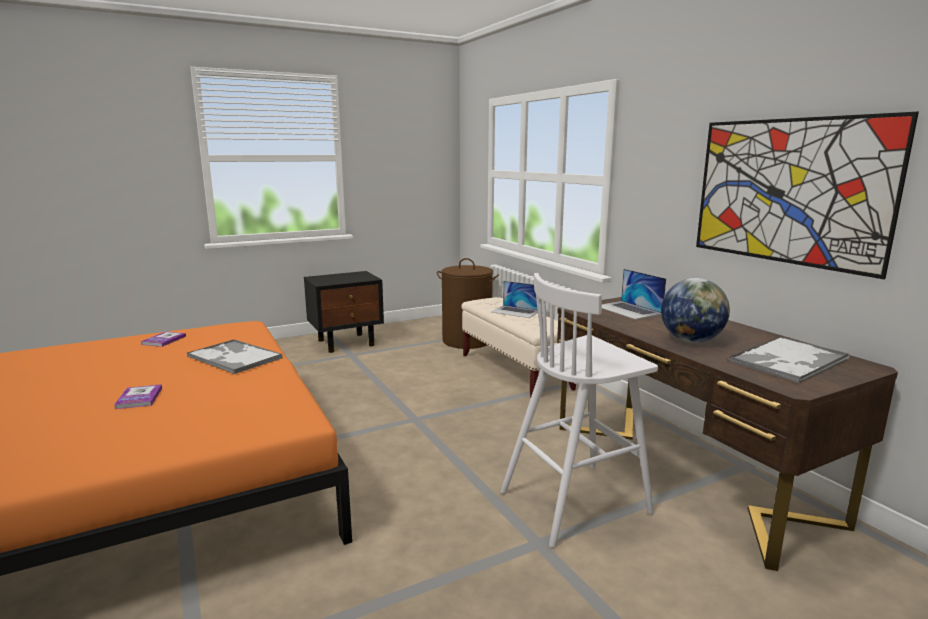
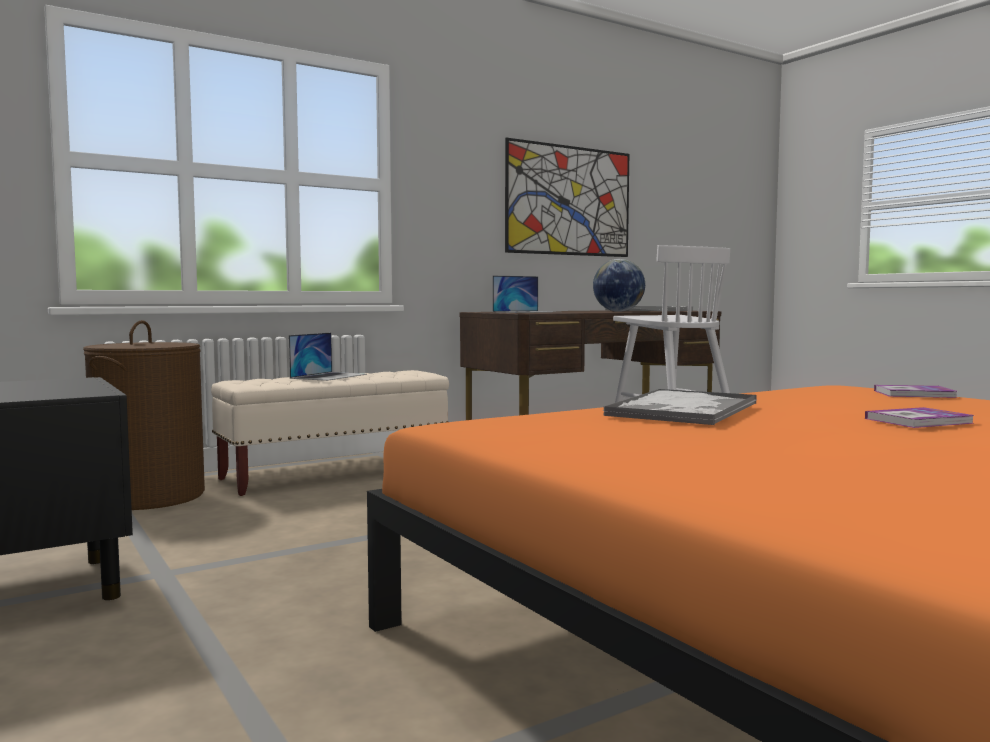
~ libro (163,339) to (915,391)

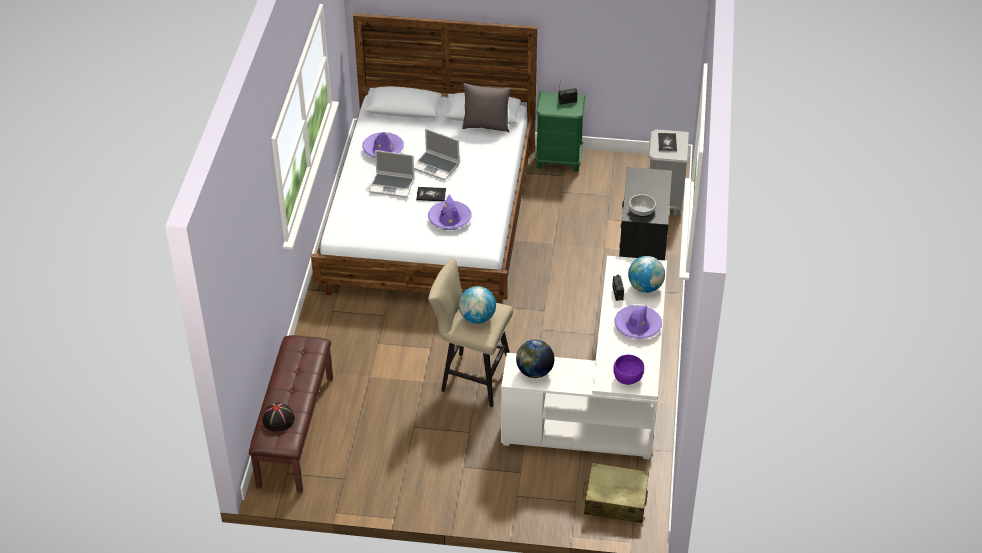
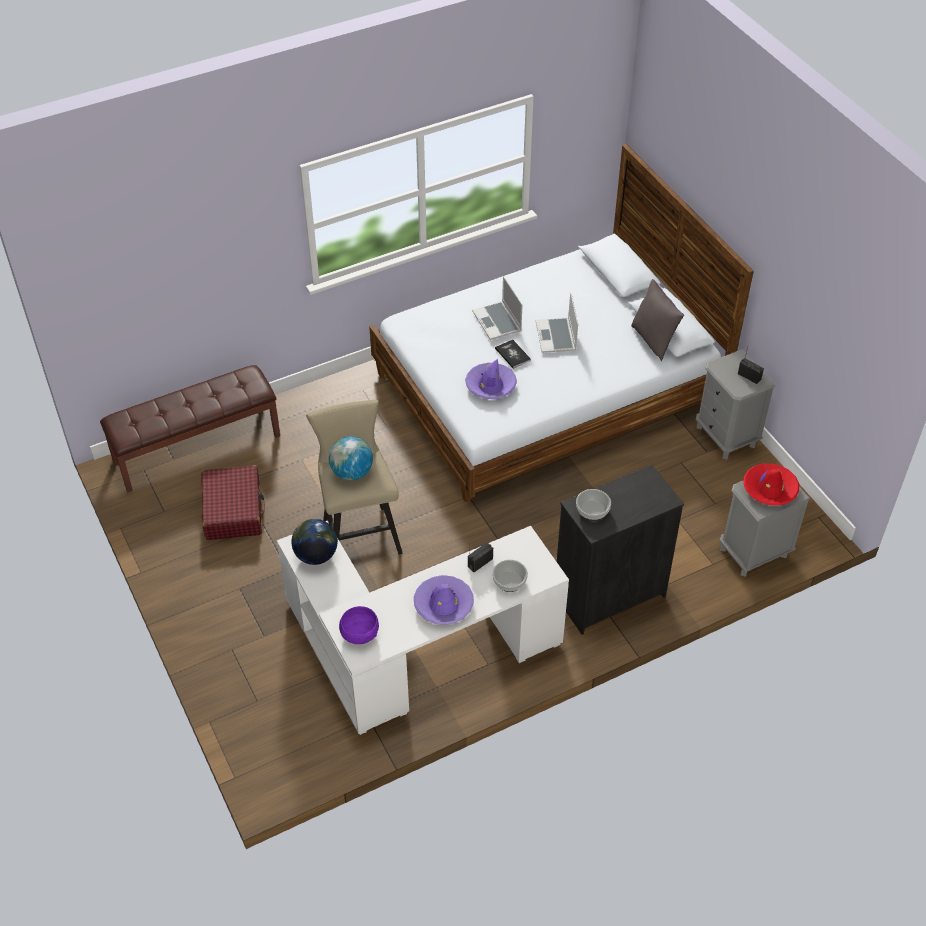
- sombrero (negro) (278,417)
- sombrero (morado) (383,145)
- maleta (beis) (616,493)
+ maleta (rojo) (233,502)
~ globo terráqueo (646,274) to cuenco (510,576)
~ libro (667,142) to sombrero (rojo) (771,484)
~ mesita de noche (verde) (560,132) to mesita de noche (gris) (735,404)

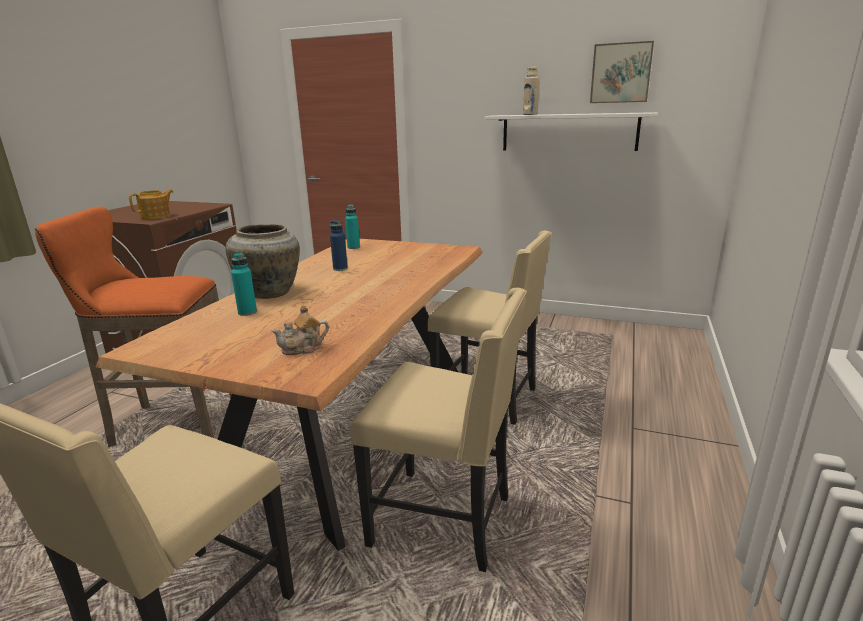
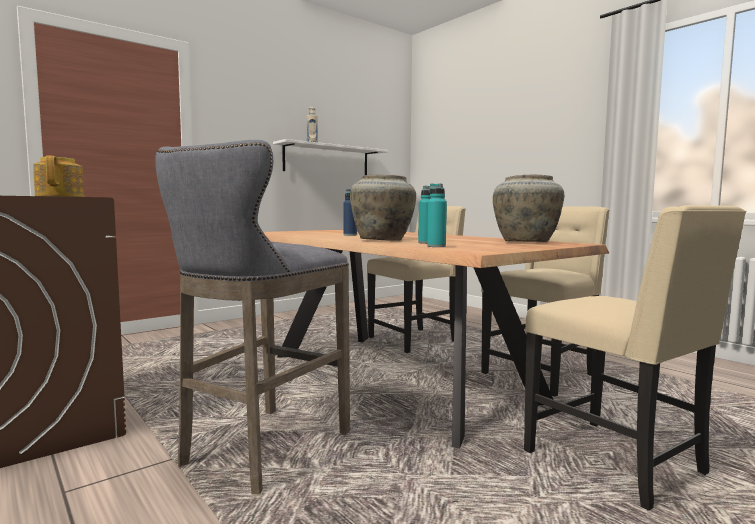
- cuadro (622,72)
~ botella (turquesa) (352,226) to (437,215)
~ tetera (300,330) to florero (beis) (528,208)
~ taburete (naranja) (133,327) to taburete (gris) (252,317)

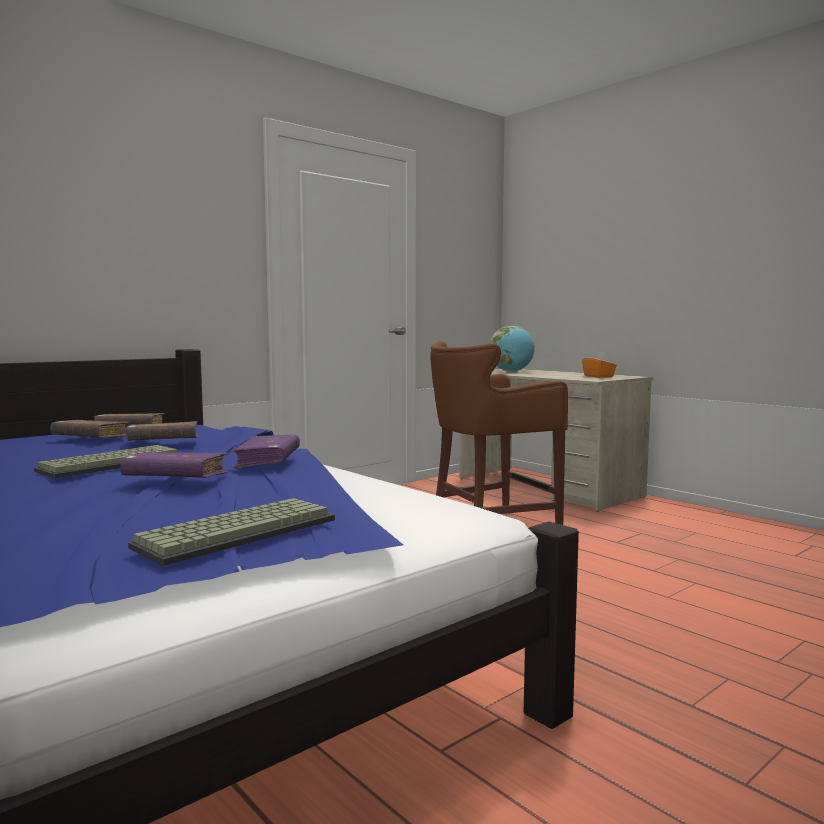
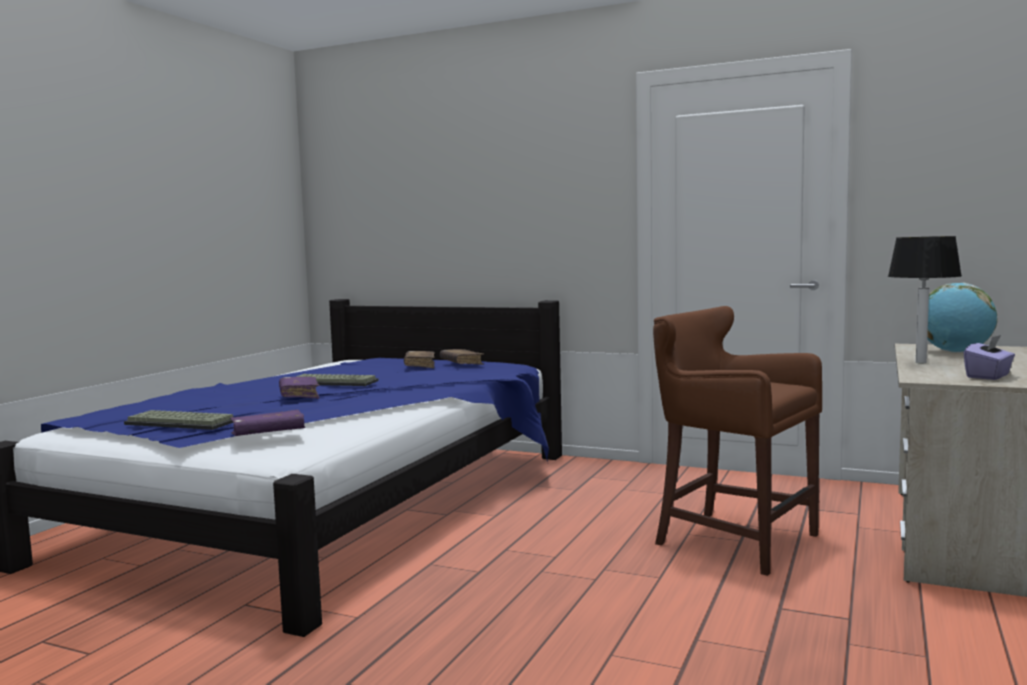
- libro (marrón) (162,431)
+ lámpara de mesa (925,299)
~ libro (morado) (266,452) to (267,423)
~ caja de pañuelos (naranja) (599,364) to caja de pañuelos (morado) (989,357)

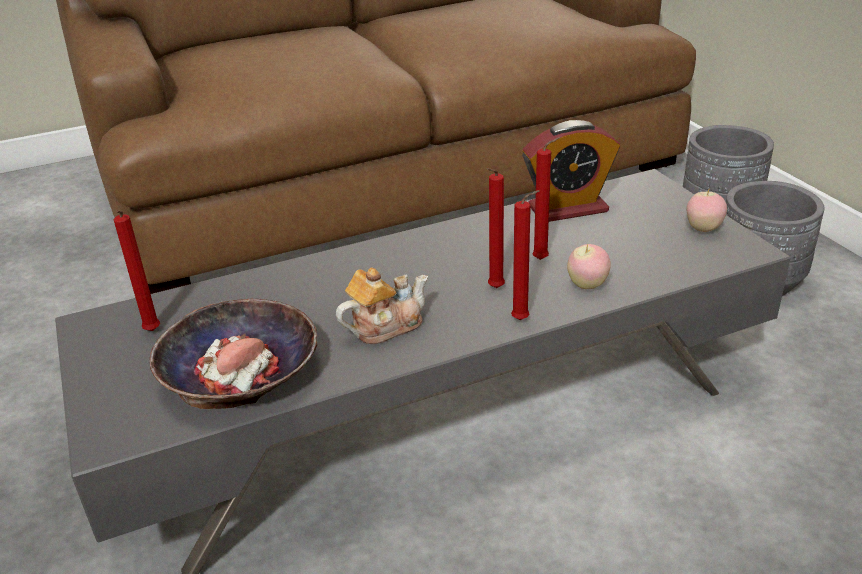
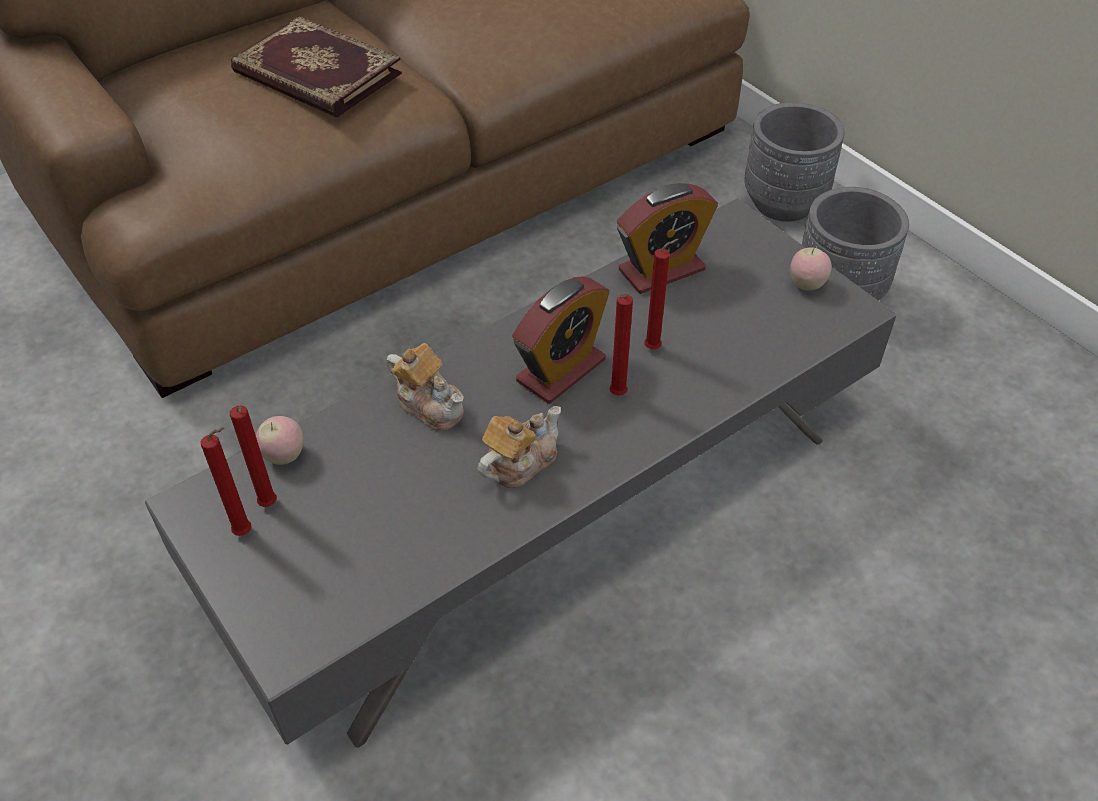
- cuenco (233,354)
+ libro (316,66)
+ tetera (425,386)
+ despertador (560,340)
~ vela (rojo) (525,255) to (226,482)
~ manzana (589,266) to (279,440)

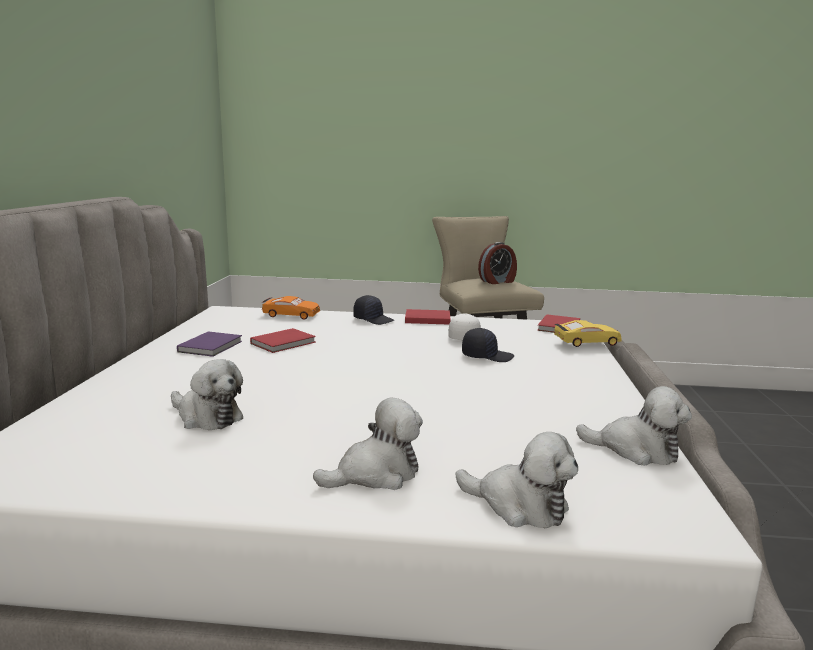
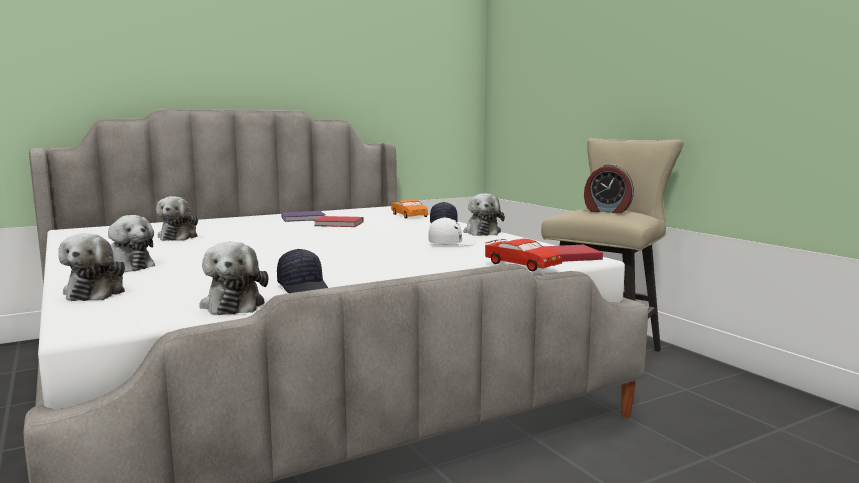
~ gorra (negro) (488,345) to (302,271)
~ libro (rojo) (428,317) to peluche (484,214)
~ coche de juguete (amarillo) (588,333) to coche de juguete (rojo) (523,255)

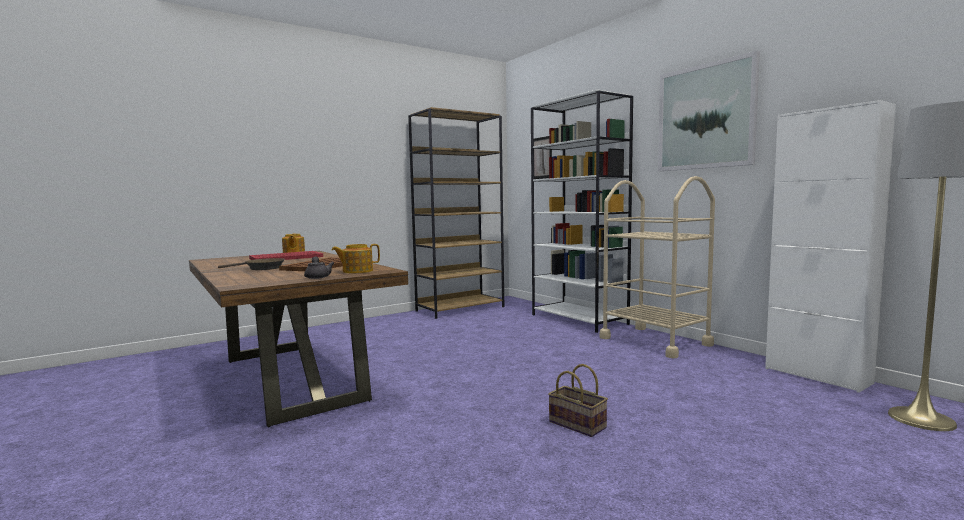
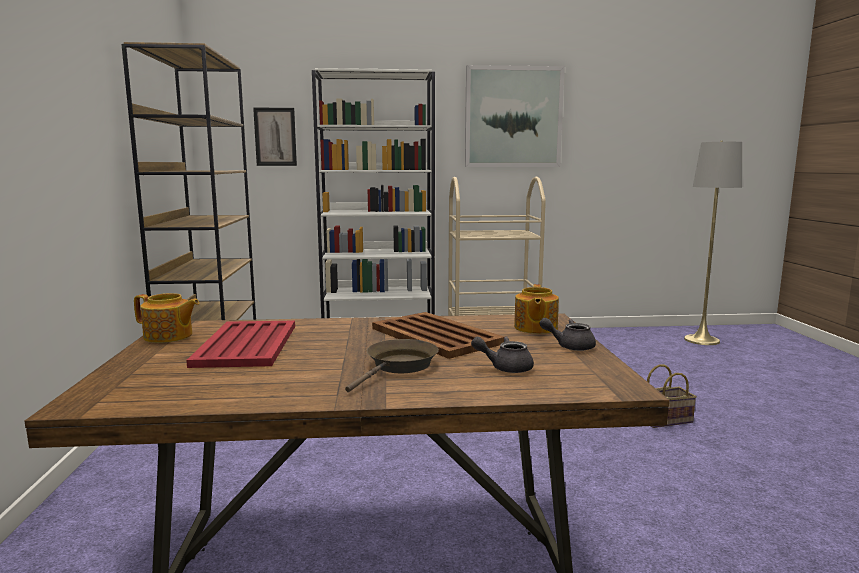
- armario (blanco) (830,246)
+ tetera (gris) (502,355)

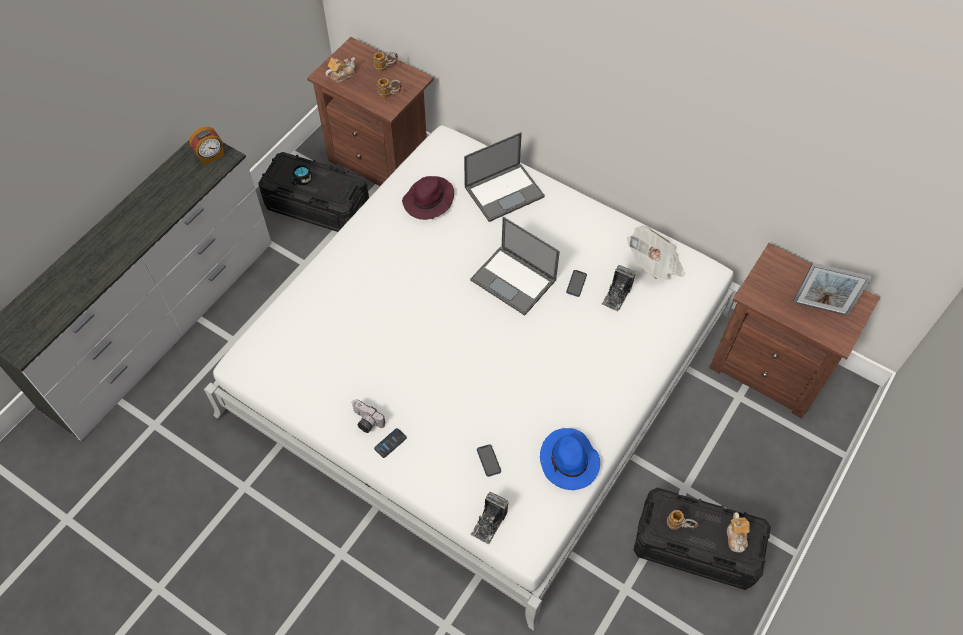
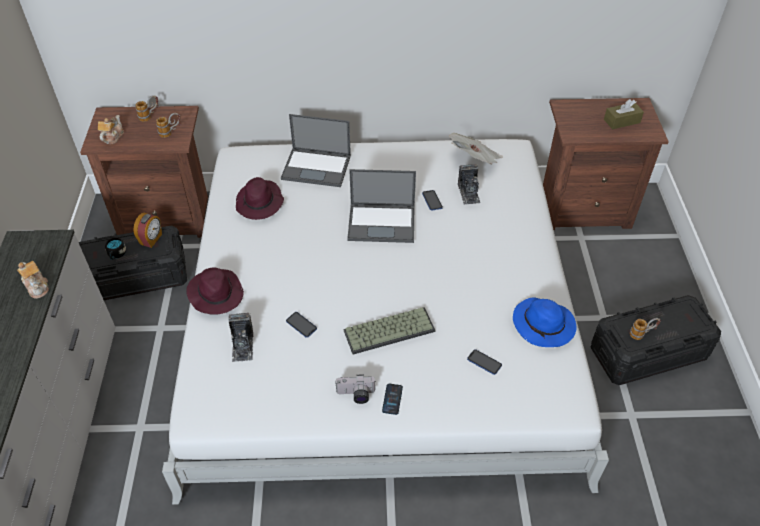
+ sombrero (morado) (215,291)
+ móvil (301,325)
+ teclado (390,330)
~ despertador (206,146) to (147,230)
~ cámara (489,518) to (241,337)
~ tetera (738,532) to (33,280)
~ portarretratos (832,289) to caja de pañuelos (marrón) (624,114)
~ portátil (504,177) = (316,150) 75 degrees clockwise

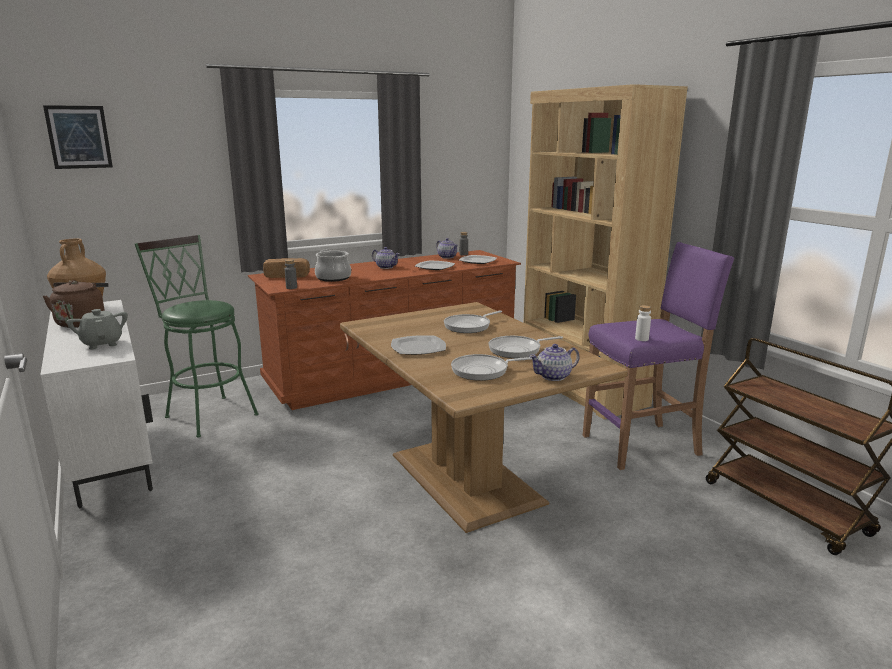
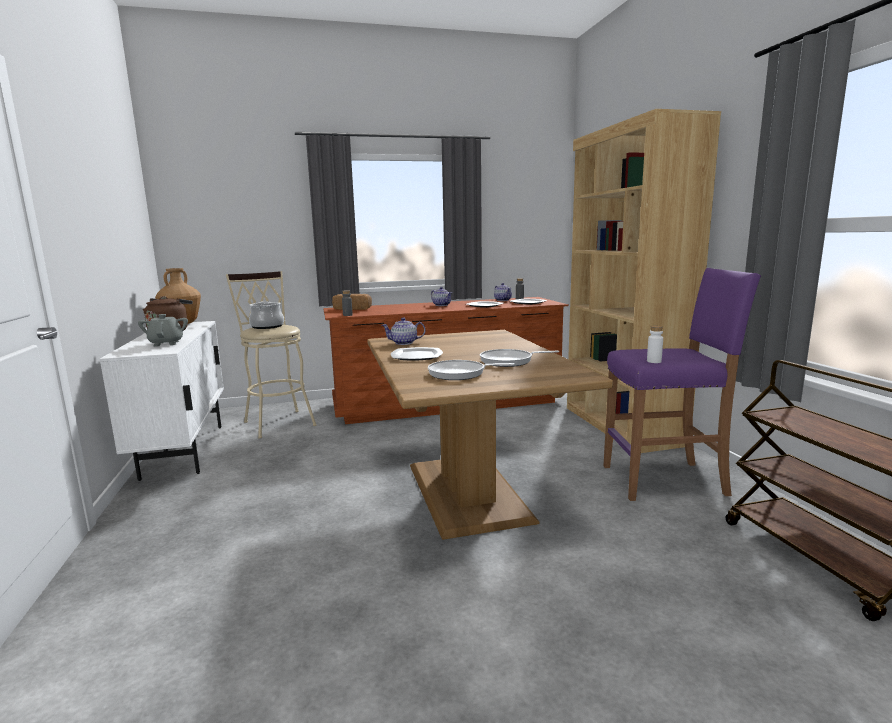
- cuadro (78,137)
- sartén (473,322)
~ olla (333,266) to (266,315)
~ tetera (554,362) to (404,331)
~ taburete (verde) (197,336) to taburete (beis) (271,354)

